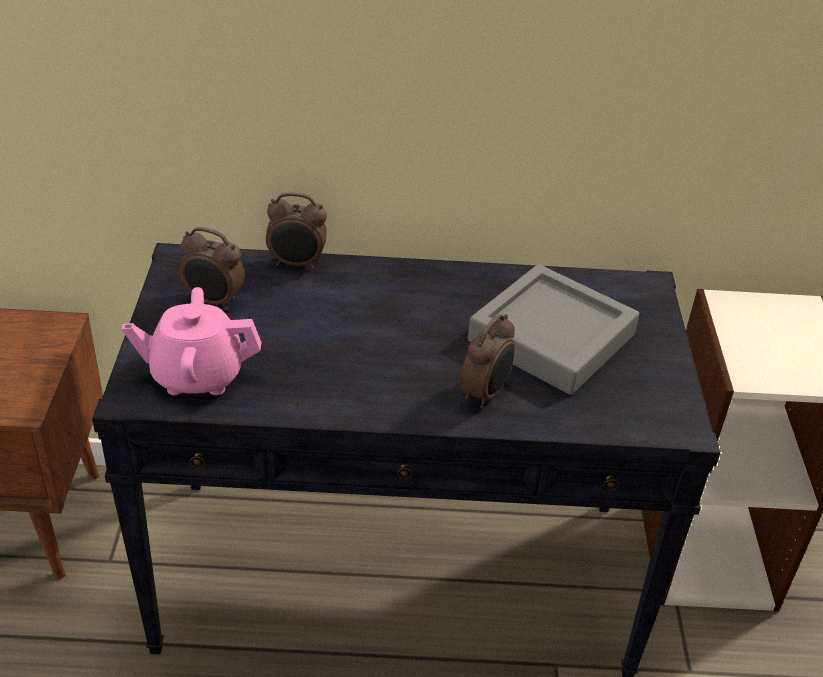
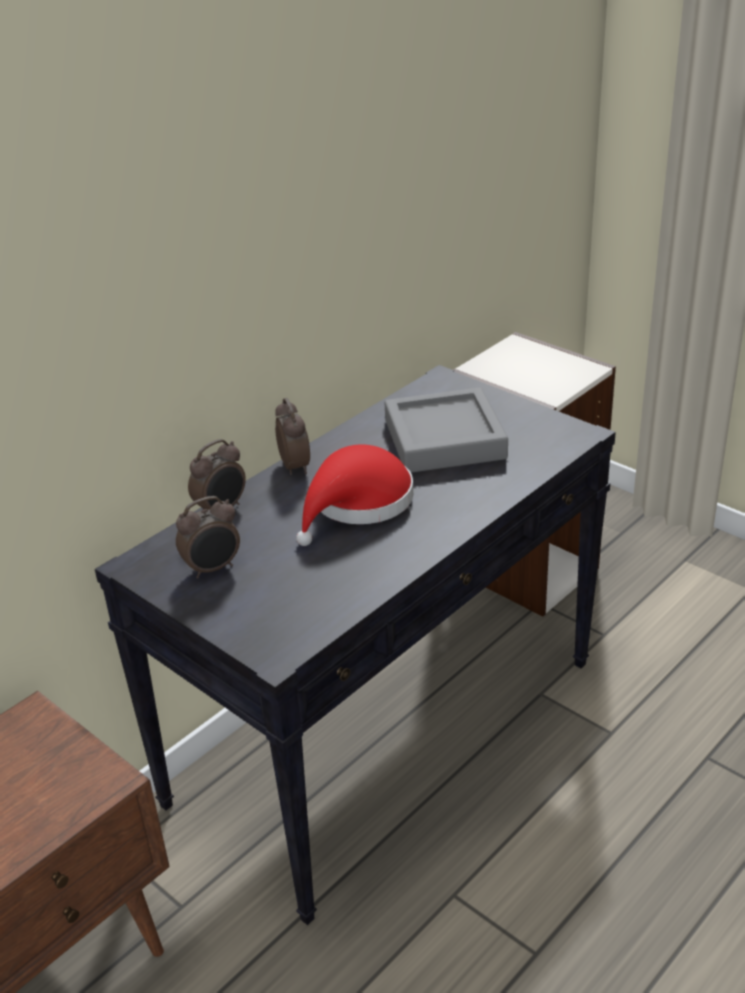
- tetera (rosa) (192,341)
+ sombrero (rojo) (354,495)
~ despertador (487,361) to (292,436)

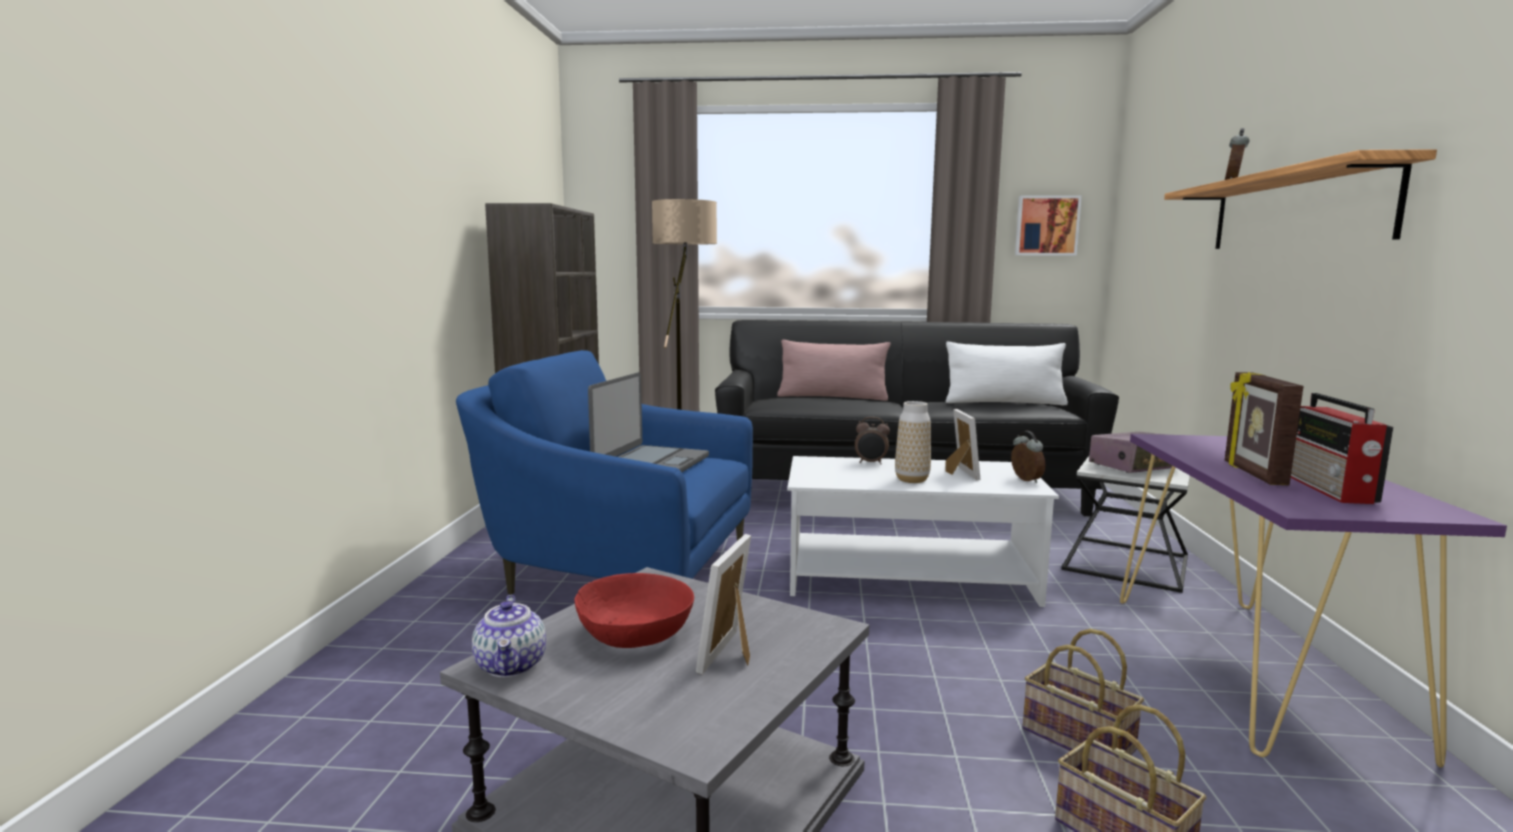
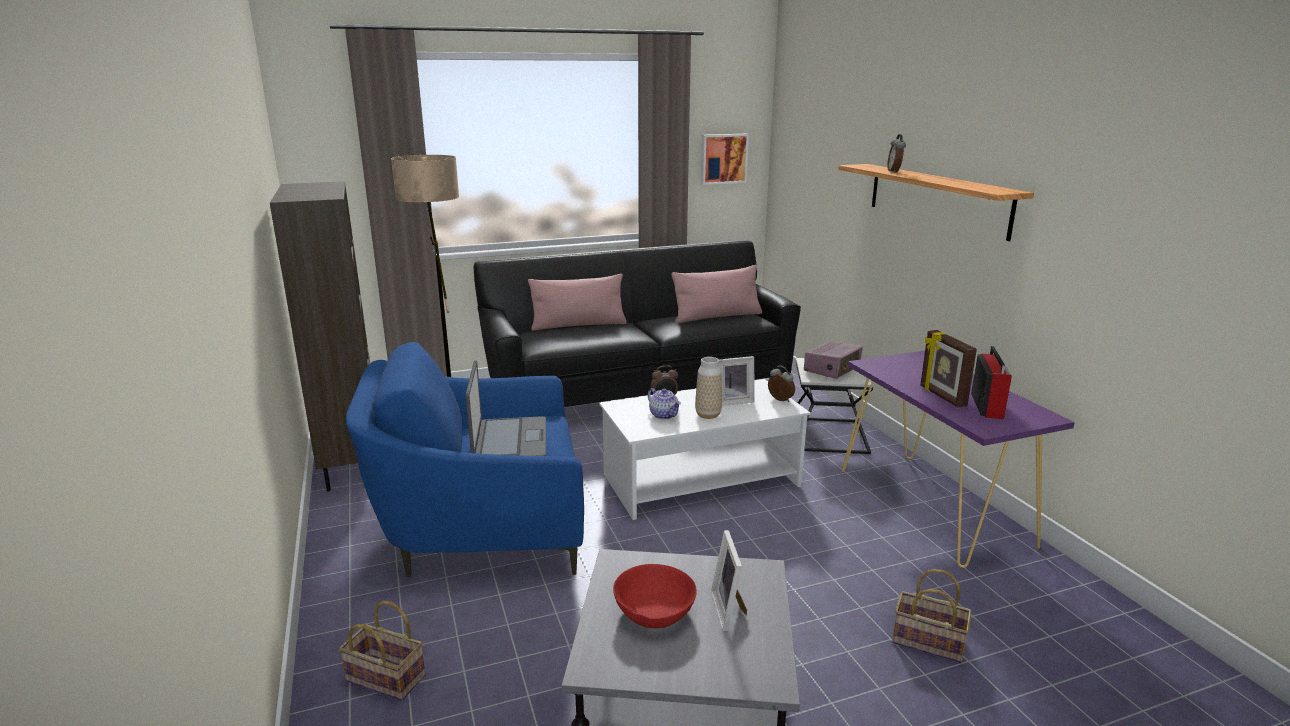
~ tetera (509,636) to (664,403)
~ cesta (1083,692) to (382,651)
~ cojín (blanco) (1007,373) to cojín (rosa) (716,294)
~ portarretratos (963,445) = (737,381) 105 degrees clockwise
~ radio (1342,448) = (991,382) 150 degrees counterclockwise

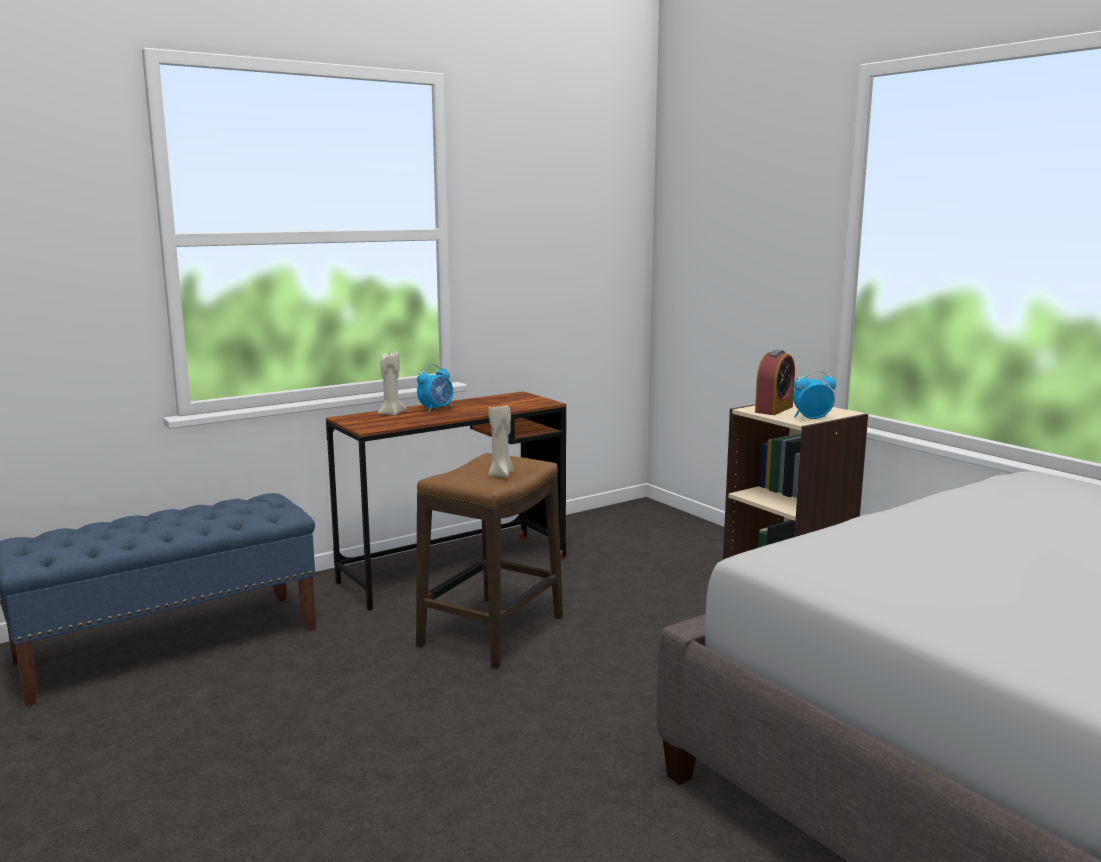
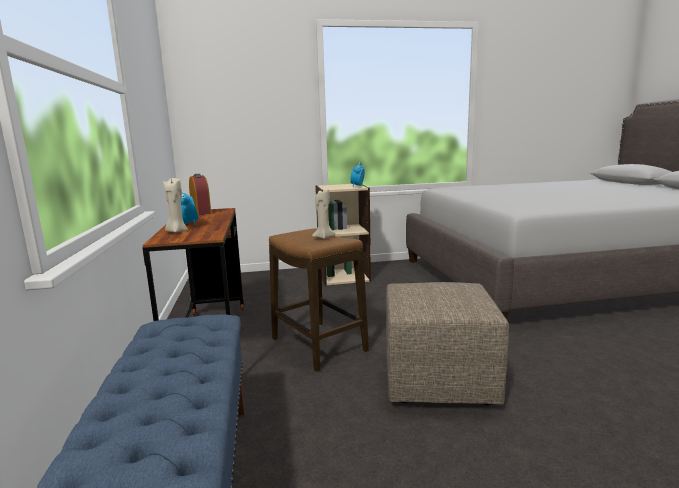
+ puf (beis) (447,343)
~ despertador (775,382) to (200,194)

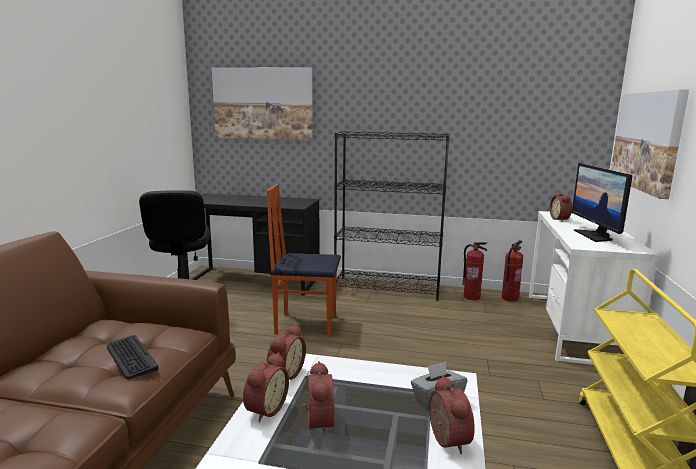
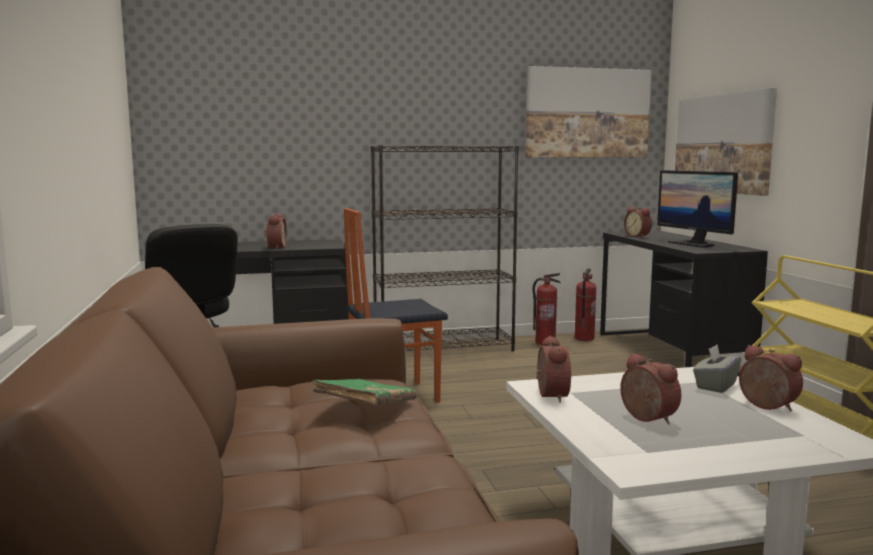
~ cuadro (262,103) to (589,111)
~ despertador (266,387) to (275,231)
~ teclado (133,357) to libro (verde) (365,392)
~ escritorio (blanco) (593,288) to escritorio (negro) (684,304)

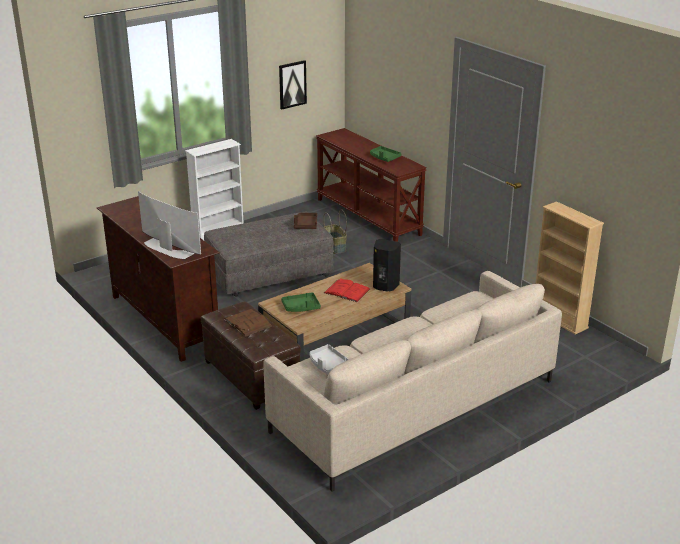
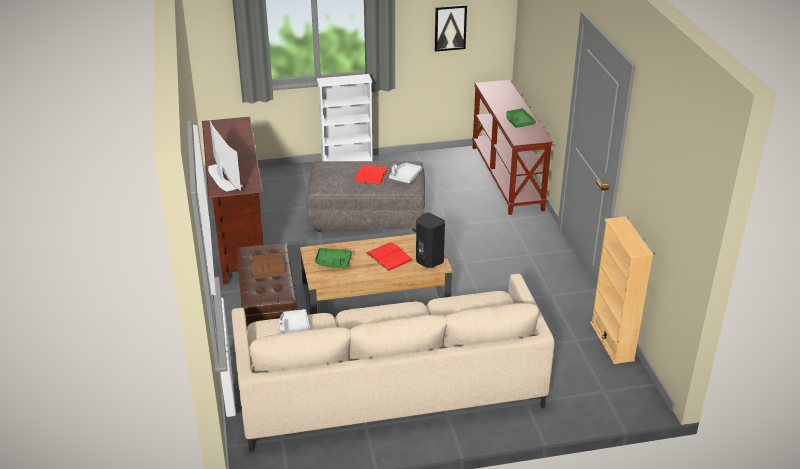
- cesta (335,231)
+ libro (rojo) (371,175)
~ bandeja (marrón) (305,221) to bandeja (gris) (405,173)

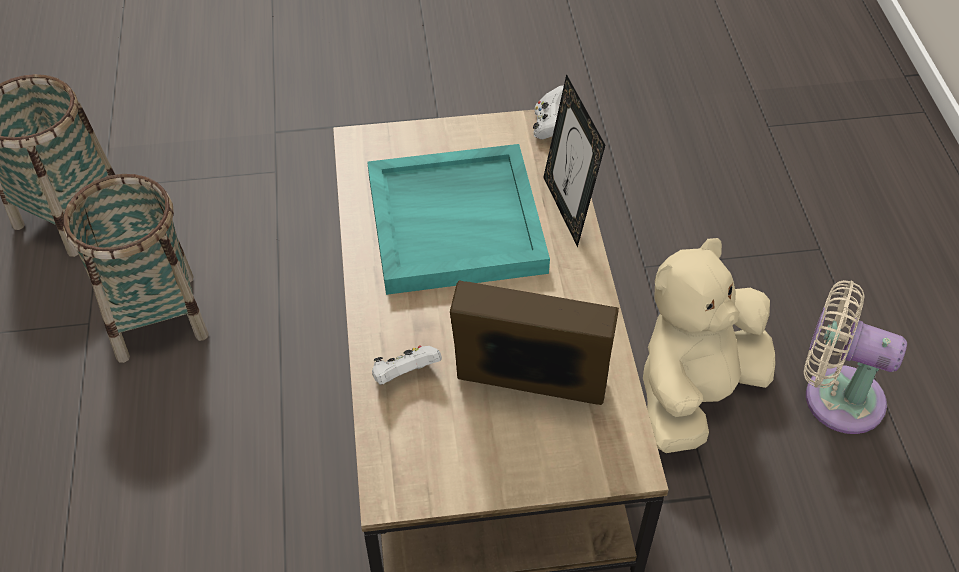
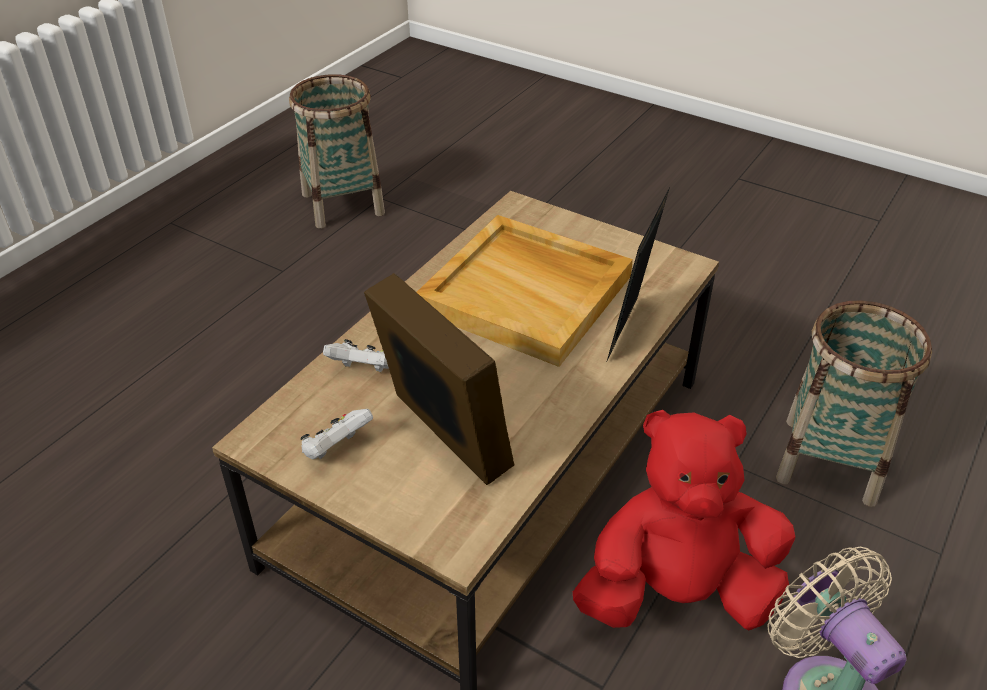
~ cesta (136,268) to (854,404)
~ mando de consola (blanco) (548,112) to (336,434)
~ bandeja (turquesa) (458,219) to bandeja (beis) (525,291)
~ peluche (beis) (709,345) to peluche (rojo) (684,520)

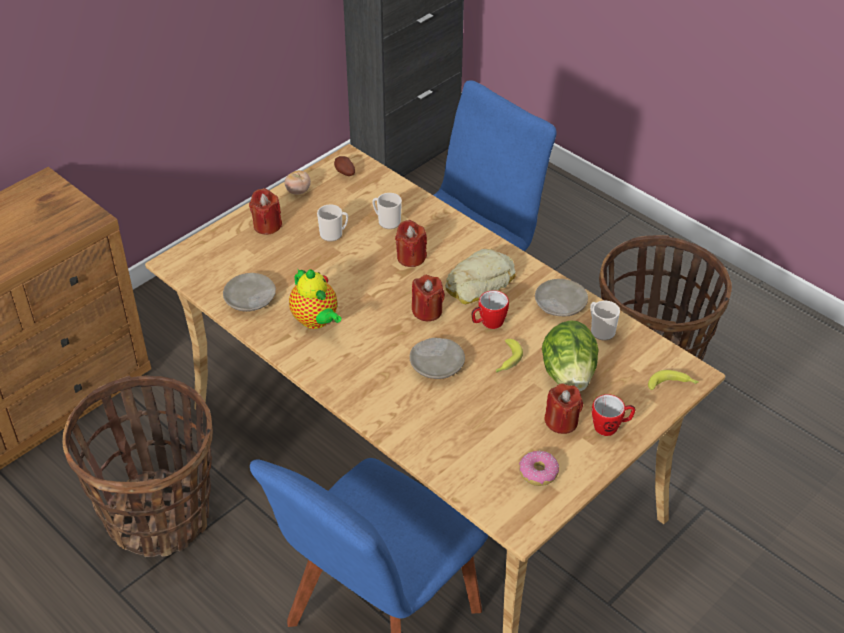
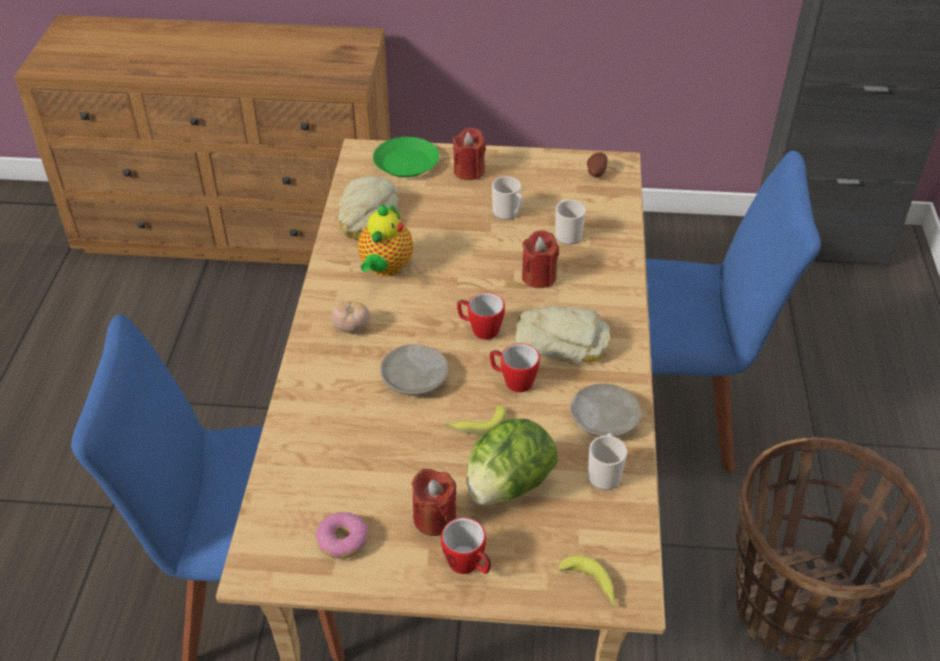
- cesta (137,466)
+ plato (verde) (406,157)
~ tomate (298,182) to (350,317)
~ plato (beis) (249,292) to pan (368,207)
~ vela (rojo) (428,298) to taza grande (481,316)

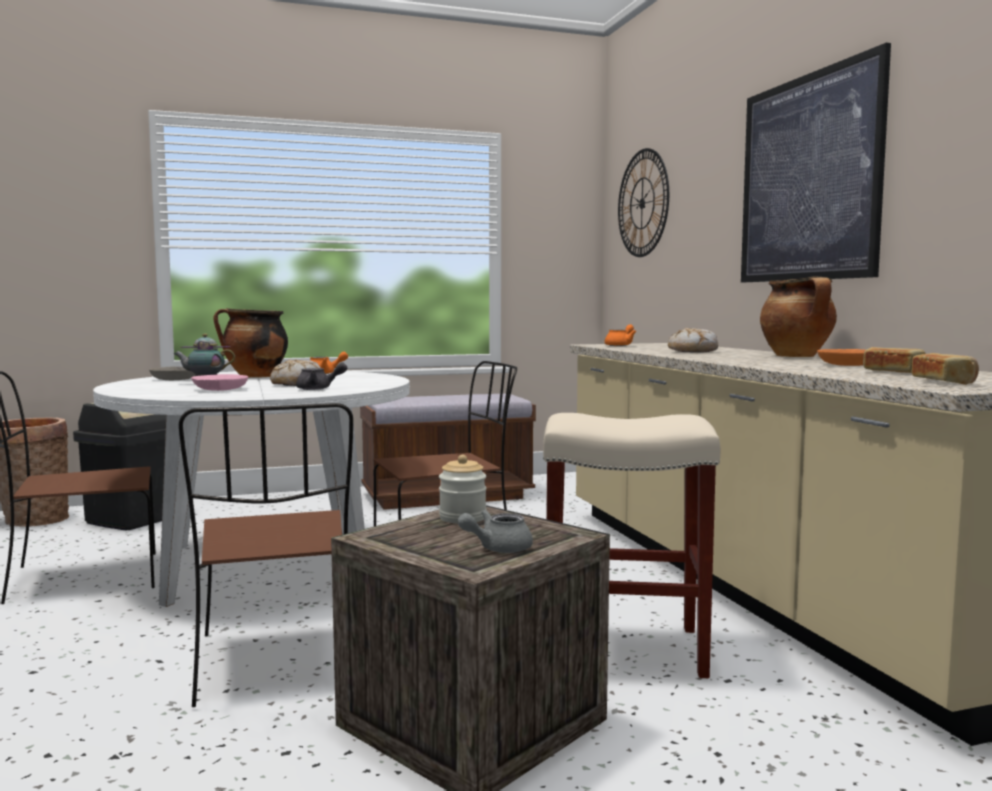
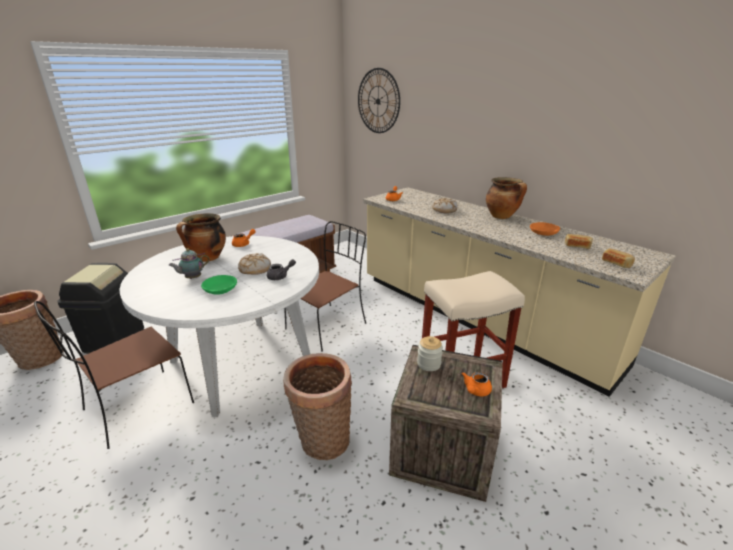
- cuenco (gris) (172,373)
- cuadro (816,162)
~ silla (marrón) (266,555) to cesta (317,406)
~ cuenco (rosa) (219,382) to cuenco (verde) (219,285)
~ tetera (gris) (495,531) to tetera (naranja) (477,384)

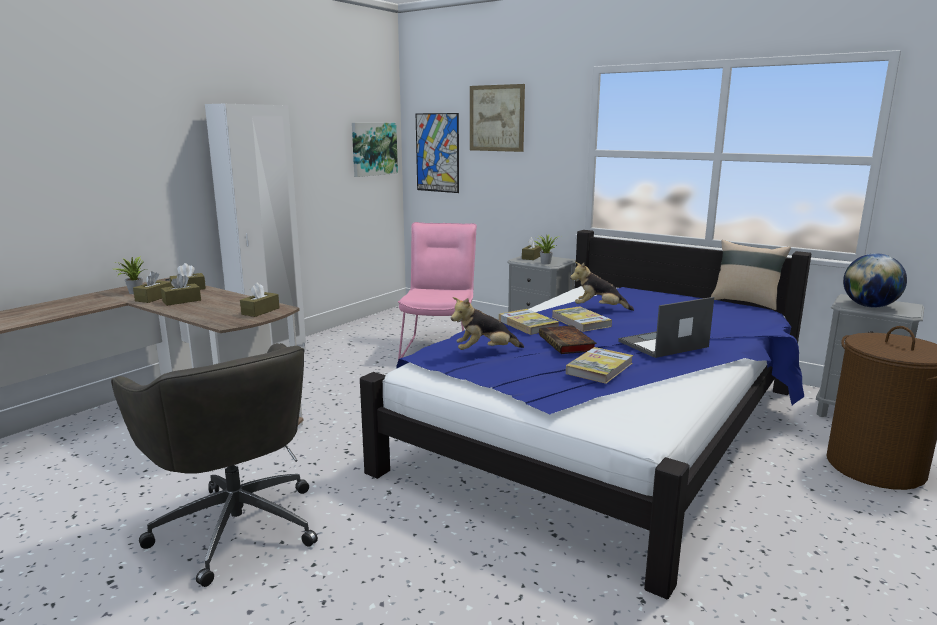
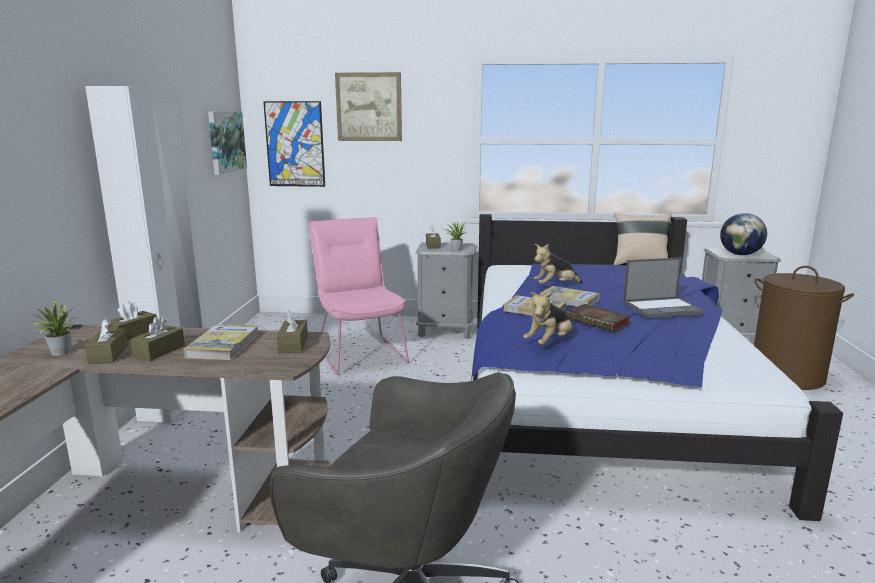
~ libro (599,365) to (221,342)
~ portátil (666,327) = (664,287) 135 degrees counterclockwise

